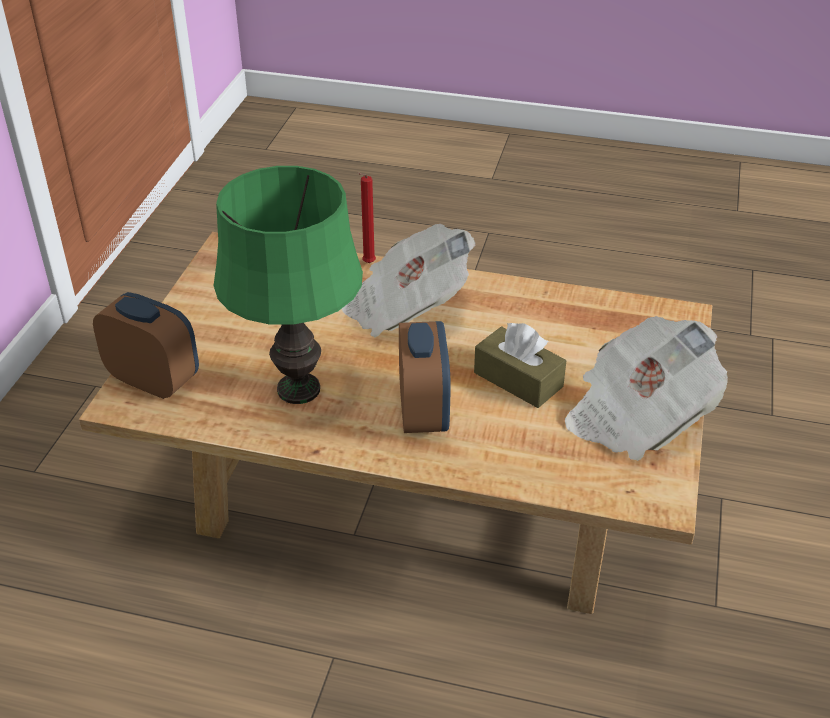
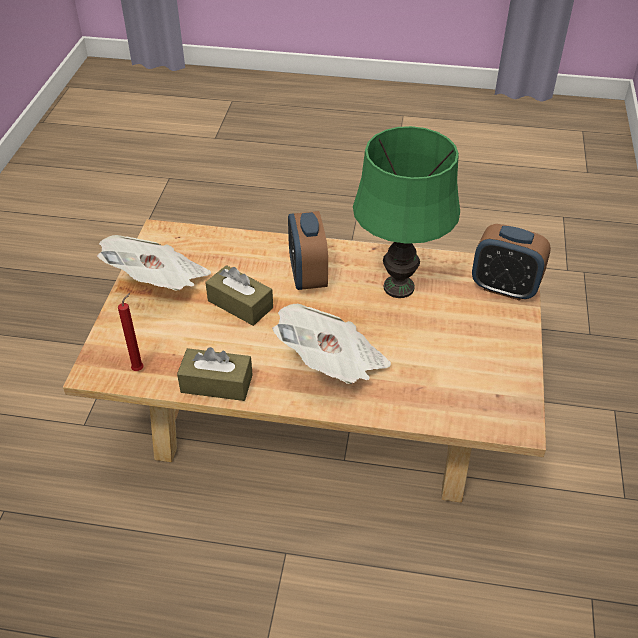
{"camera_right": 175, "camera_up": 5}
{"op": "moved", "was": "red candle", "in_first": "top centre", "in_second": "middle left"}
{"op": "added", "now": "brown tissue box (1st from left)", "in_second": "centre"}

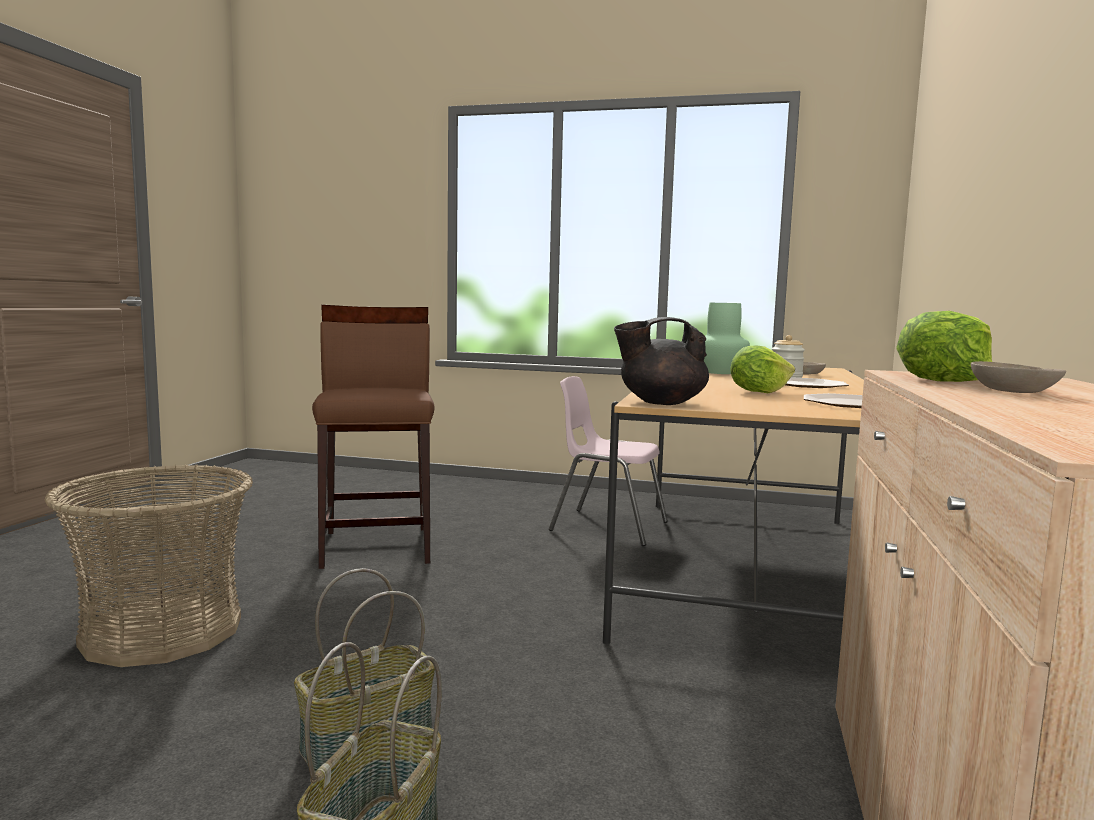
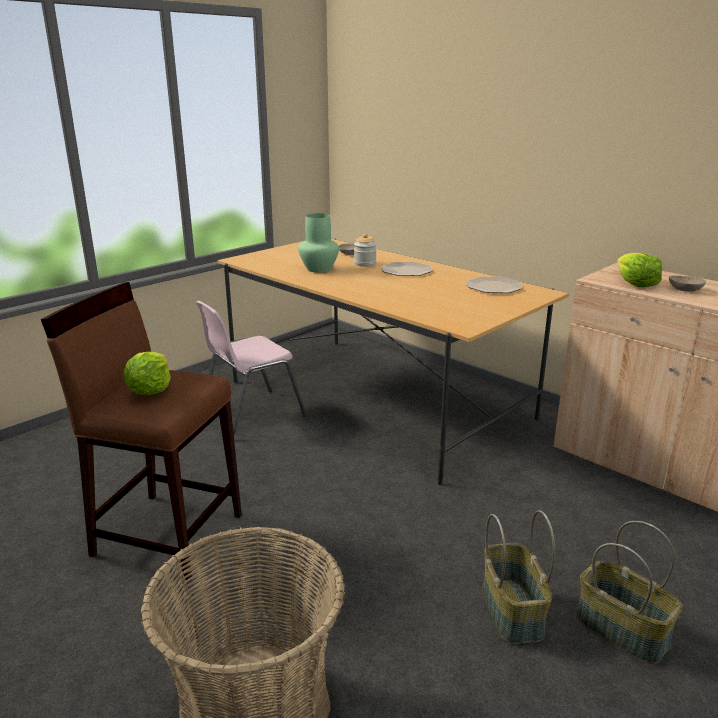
{"camera_right": -60, "camera_up": 15}
{"op": "removed", "was": "black teapot", "in_first": "centre"}
{"op": "moved", "was": "lettuce (1st from left)", "in_first": "middle right", "in_second": "middle left"}

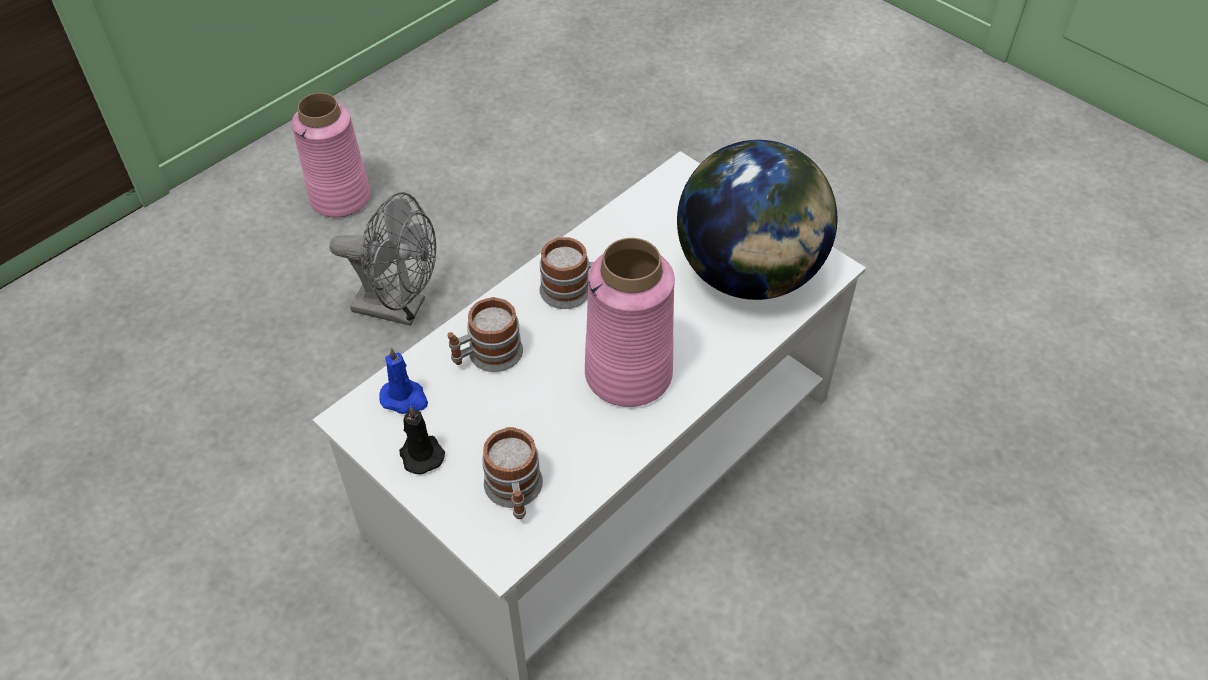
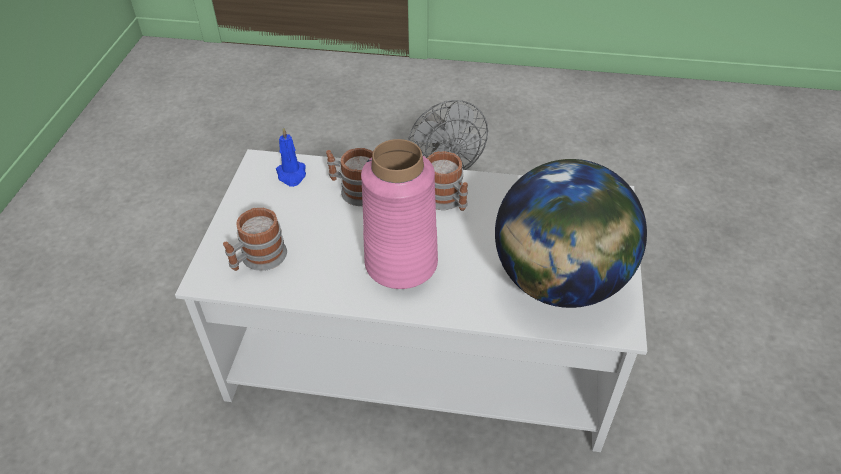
{"camera_right": 55, "camera_up": -5}
{"op": "removed", "was": "pink vase (1st from left)", "in_first": "top left"}
{"op": "removed", "was": "black candle", "in_first": "centre"}

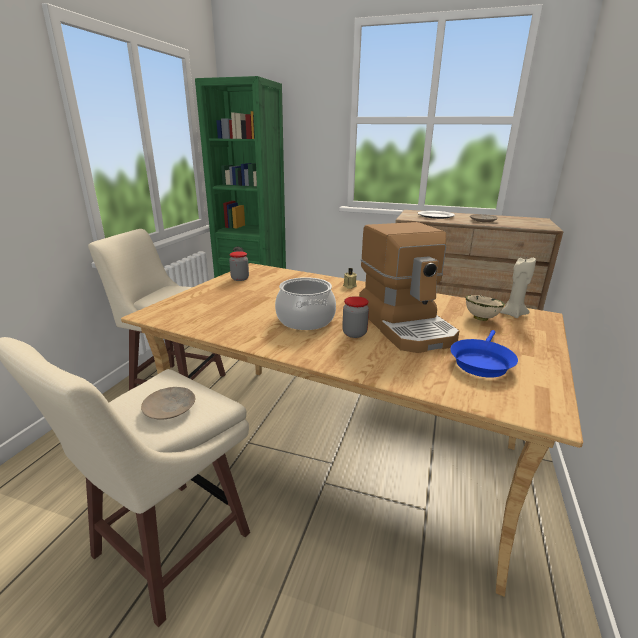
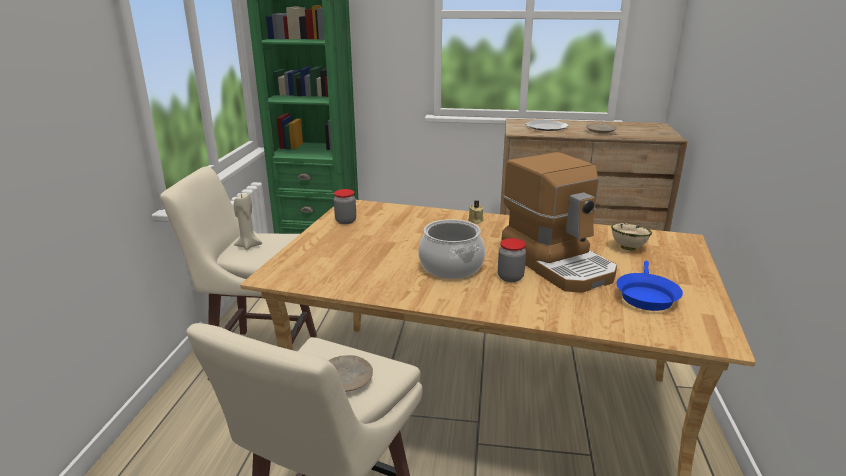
{"camera_right": -10, "camera_up": 0}
{"op": "moved", "was": "beige candle (2nd from left in the first image)", "now": "beige candle (1st from left)", "in_first": "middle right", "in_second": "middle left"}

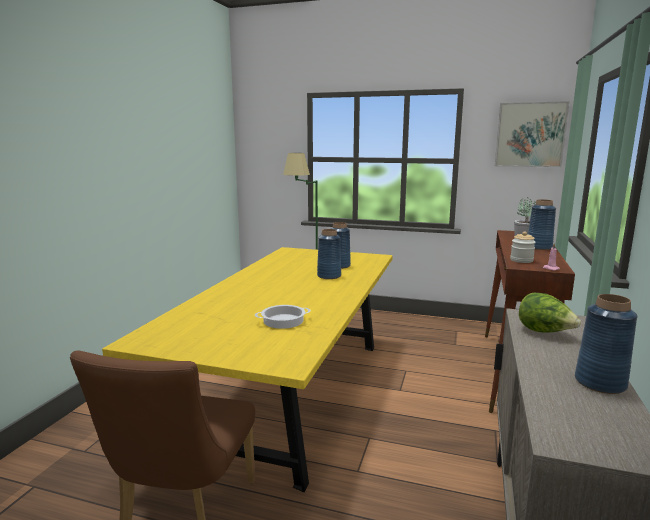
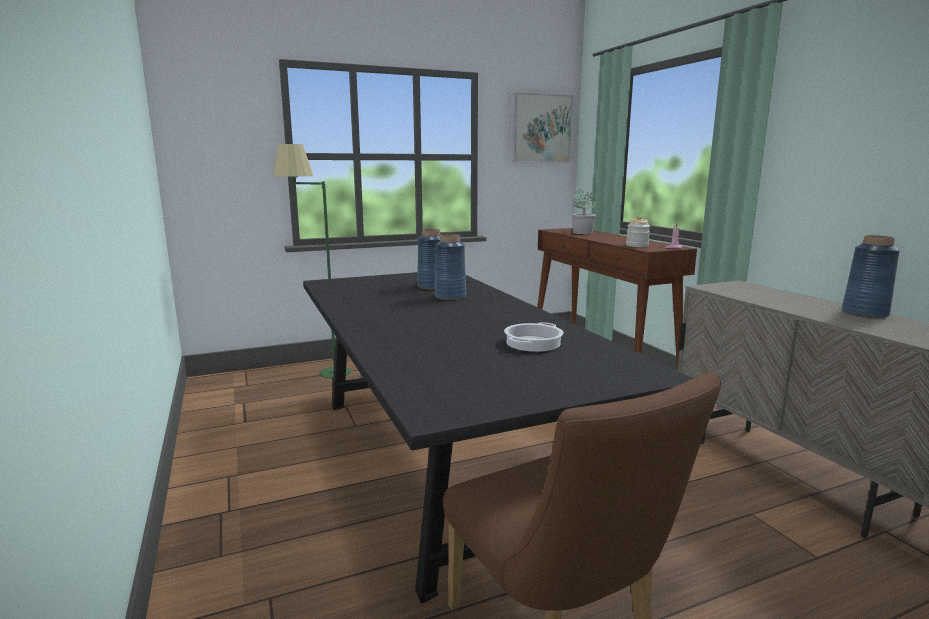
{"camera_right": -40, "camera_up": 0}
{"op": "removed", "was": "blue vase (3rd from left)", "in_first": "middle right"}
{"op": "recoloured", "was": "yellow dining table", "now": "black dining table", "in_first": "bottom centre", "in_second": "bottom centre"}
{"op": "removed", "was": "lettuce", "in_first": "middle right"}

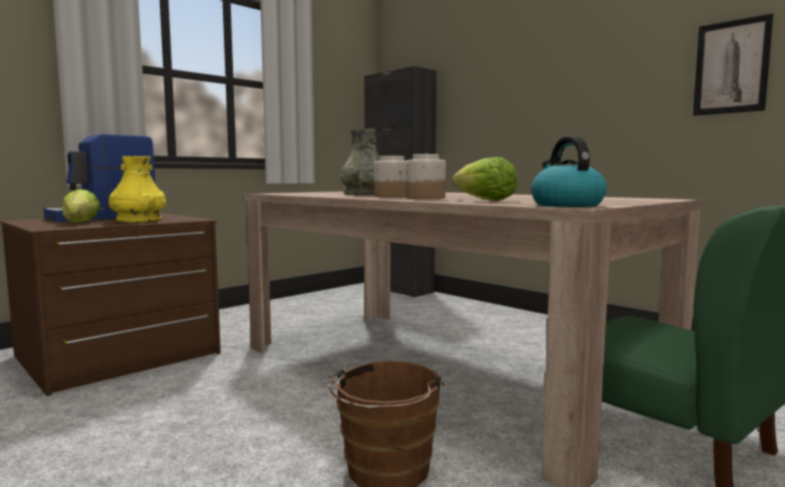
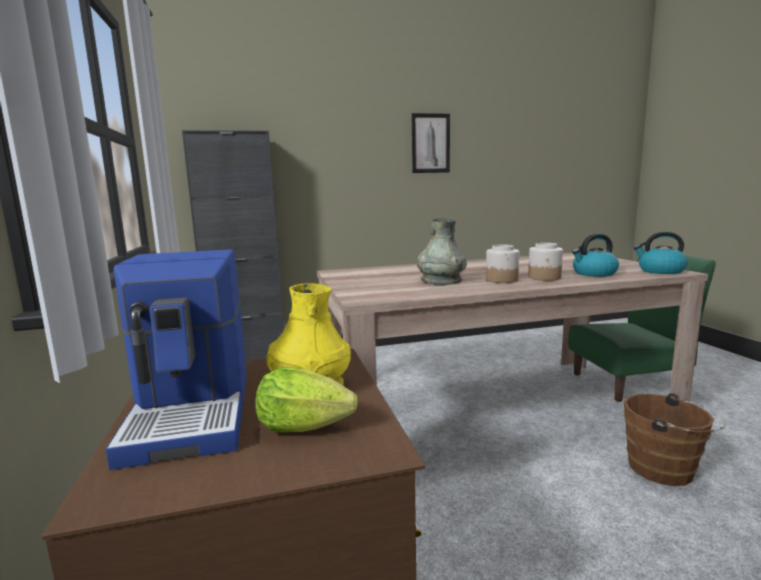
{"camera_right": -60, "camera_up": 5}
{"op": "moved", "was": "picture", "in_first": "top right", "in_second": "top centre"}
{"op": "replaced", "was": "lettuce (2nd from left)", "now": "kettle (1st from left)", "in_first": "centre", "in_second": "middle right"}

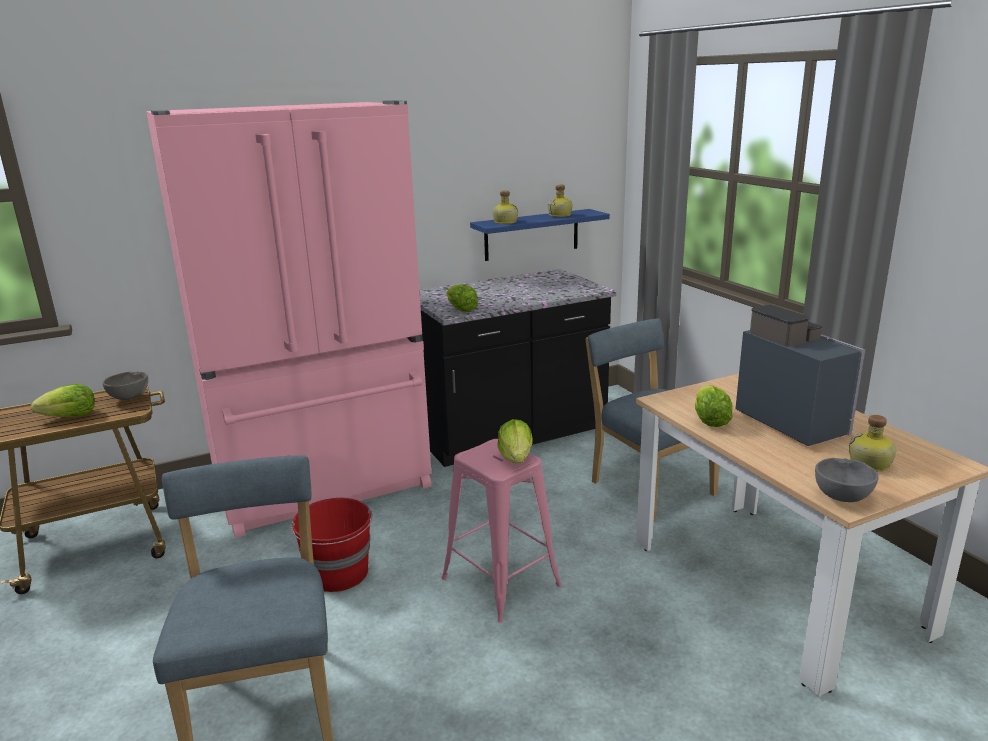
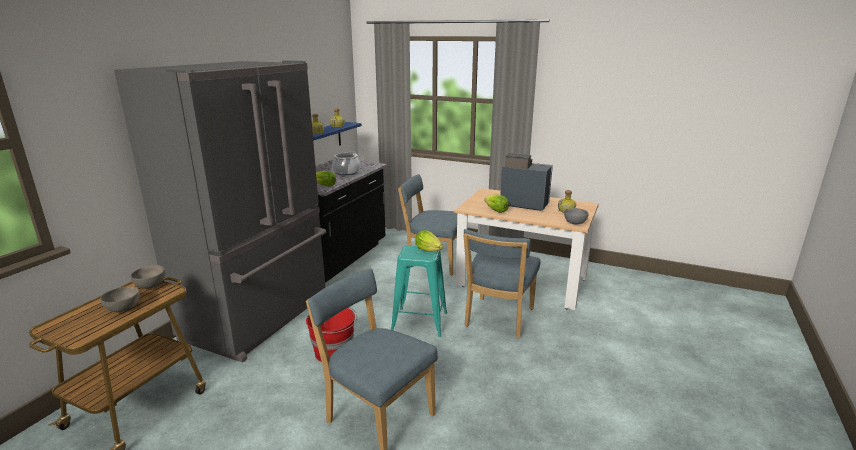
{"camera_right": -40, "camera_up": 0}
{"op": "recoloured", "was": "pink fridge", "now": "grey fridge", "in_first": "middle left", "in_second": "middle left"}
{"op": "replaced", "was": "lettuce (1st from left)", "now": "grey bowl (1st from left)", "in_first": "middle left", "in_second": "middle left"}
{"op": "recoloured", "was": "pink stool", "now": "turquoise stool", "in_first": "bottom centre", "in_second": "centre"}
{"op": "added", "now": "cooking pot", "in_second": "centre"}
{"op": "added", "now": "blue chair (3rd from left)", "in_second": "centre"}

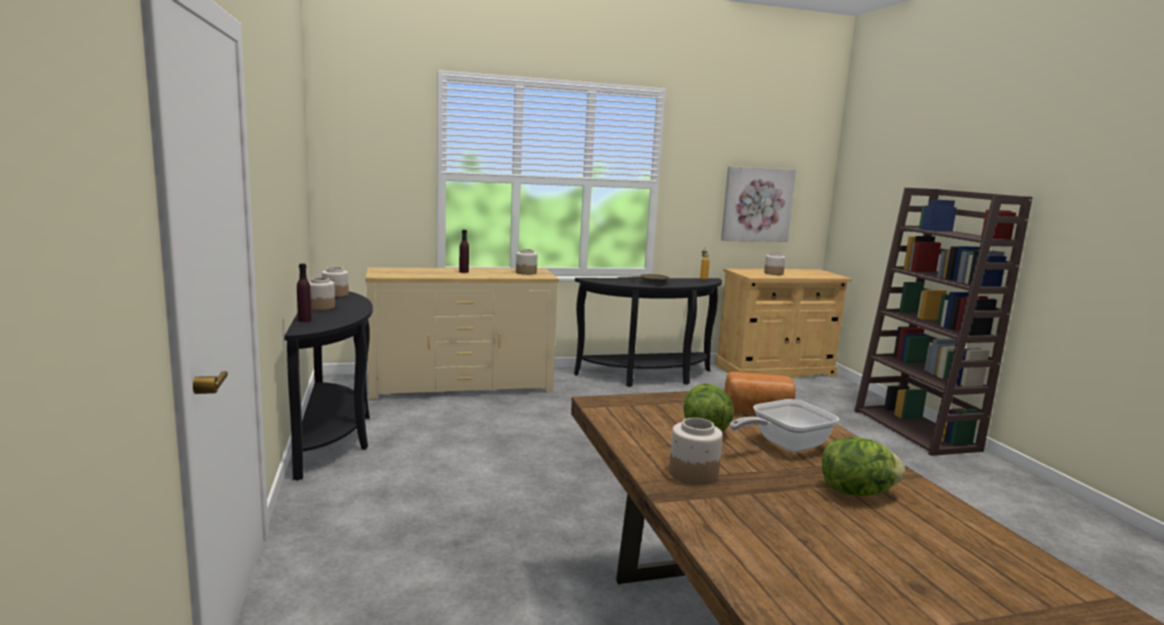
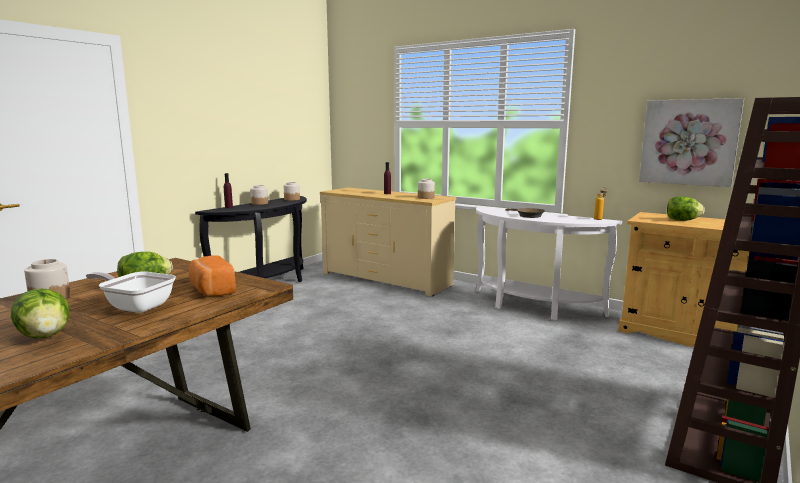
{"camera_right": 50, "camera_up": 0}
{"op": "replaced", "was": "jar (5th from left)", "now": "lettuce (3rd from left)", "in_first": "centre", "in_second": "middle right"}
{"op": "recoloured", "was": "black console table (2nd from left)", "now": "white console table", "in_first": "centre", "in_second": "middle right"}

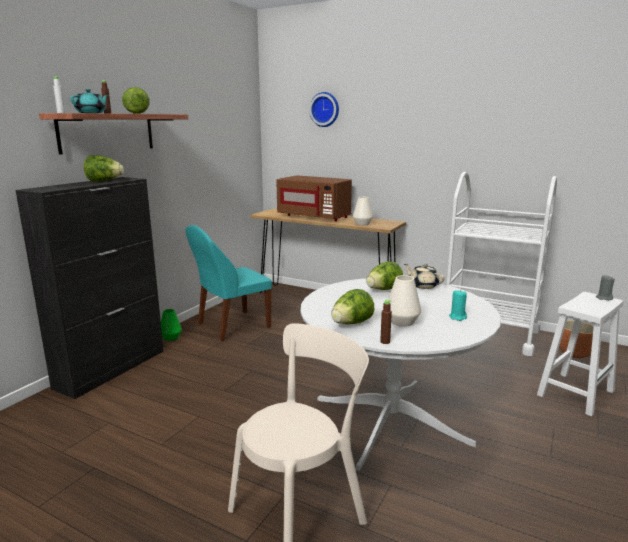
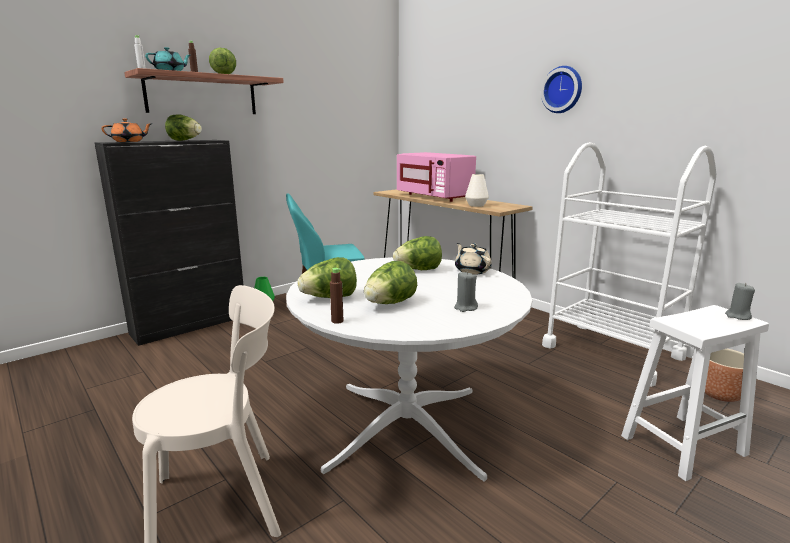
{"camera_right": 20, "camera_up": 0}
{"op": "moved", "was": "wall clock", "in_first": "top centre", "in_second": "top right"}
{"op": "recoloured", "was": "brown microwave", "now": "pink microwave", "in_first": "centre", "in_second": "top centre"}
{"op": "replaced", "was": "white vase (2nd from left)", "now": "lettuce (4th from left)", "in_first": "centre", "in_second": "centre"}
{"op": "recoloured", "was": "turquoise candle", "now": "grey candle (1st from left)", "in_first": "middle right", "in_second": "centre"}
{"op": "added", "now": "orange teapot", "in_second": "top left"}

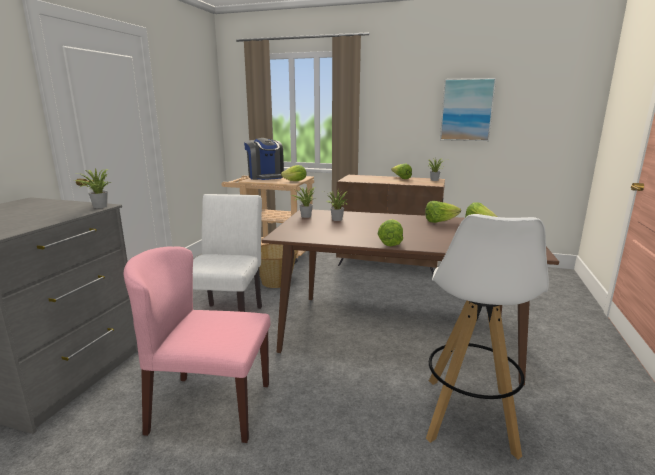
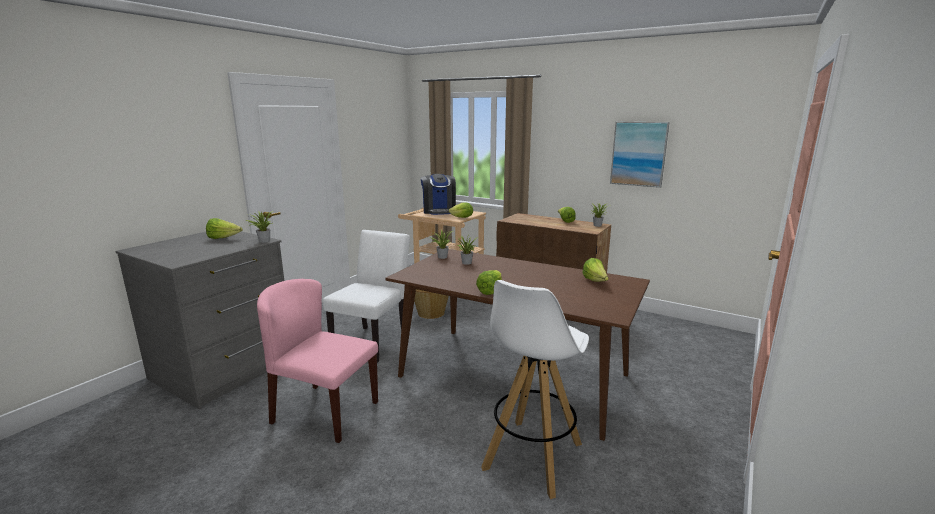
{"camera_right": 15, "camera_up": 0}
{"op": "moved", "was": "lettuce (4th from left in the first image)", "now": "lettuce (1st from left)", "in_first": "middle right", "in_second": "middle left"}

